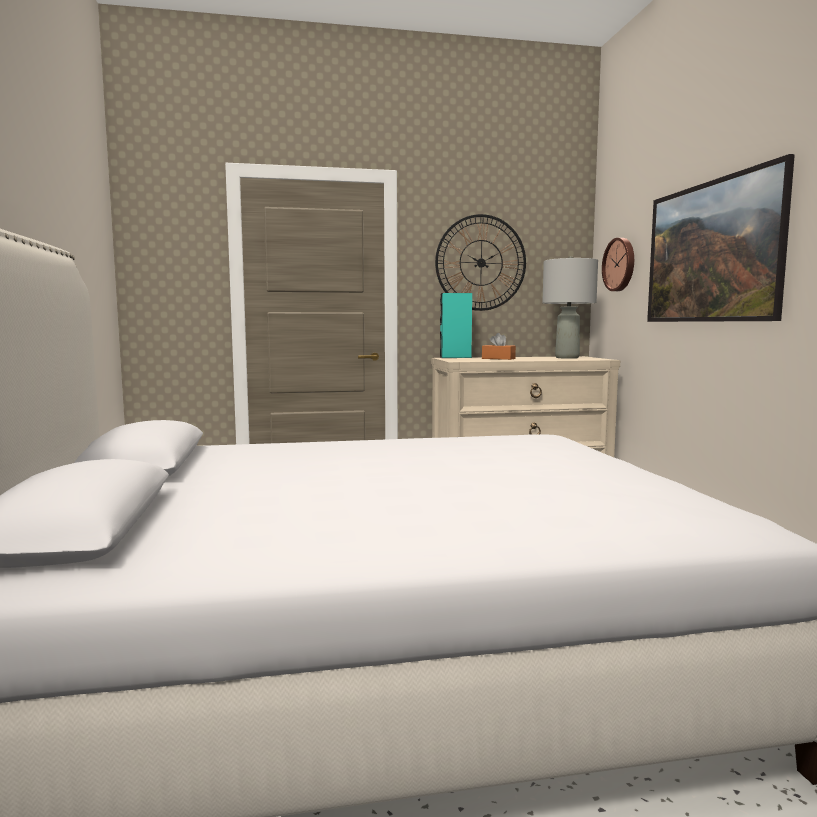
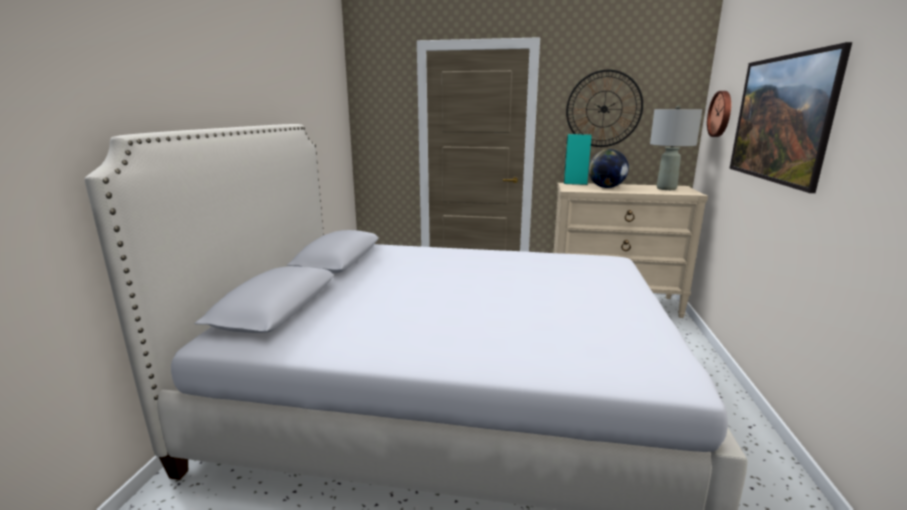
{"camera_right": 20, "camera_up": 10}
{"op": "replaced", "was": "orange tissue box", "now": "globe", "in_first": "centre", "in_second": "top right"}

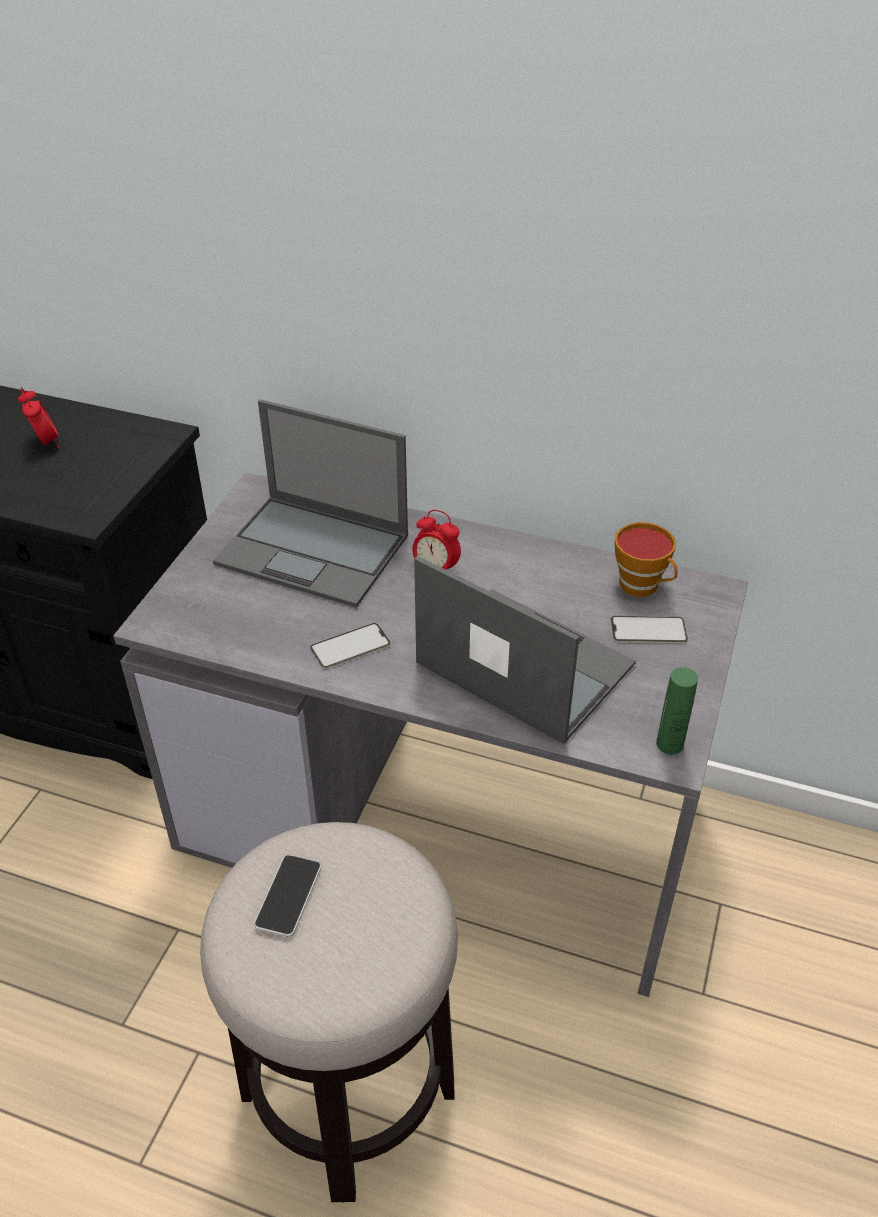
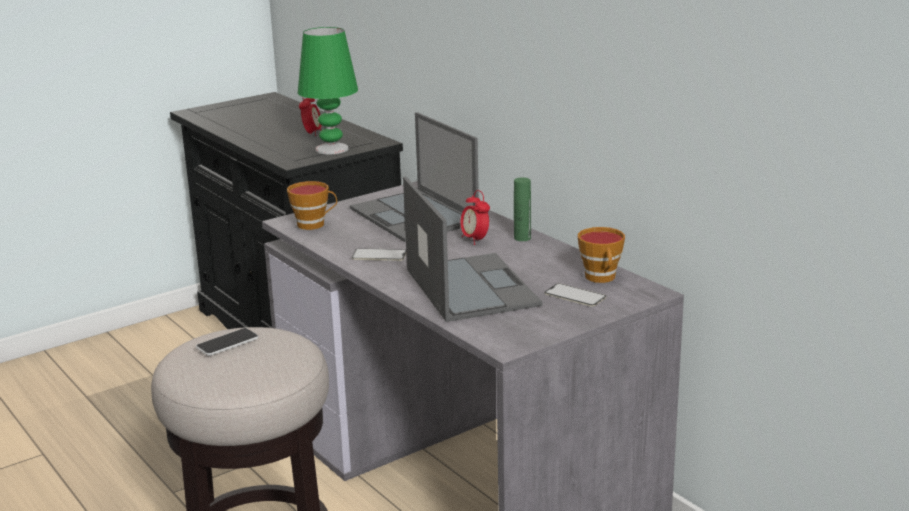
{"camera_right": 35, "camera_up": -20}
{"op": "moved", "was": "green bottle", "in_first": "middle right", "in_second": "centre"}
{"op": "added", "now": "green table lamp", "in_second": "top centre"}
{"op": "added", "now": "cup (1st from left)", "in_second": "centre"}

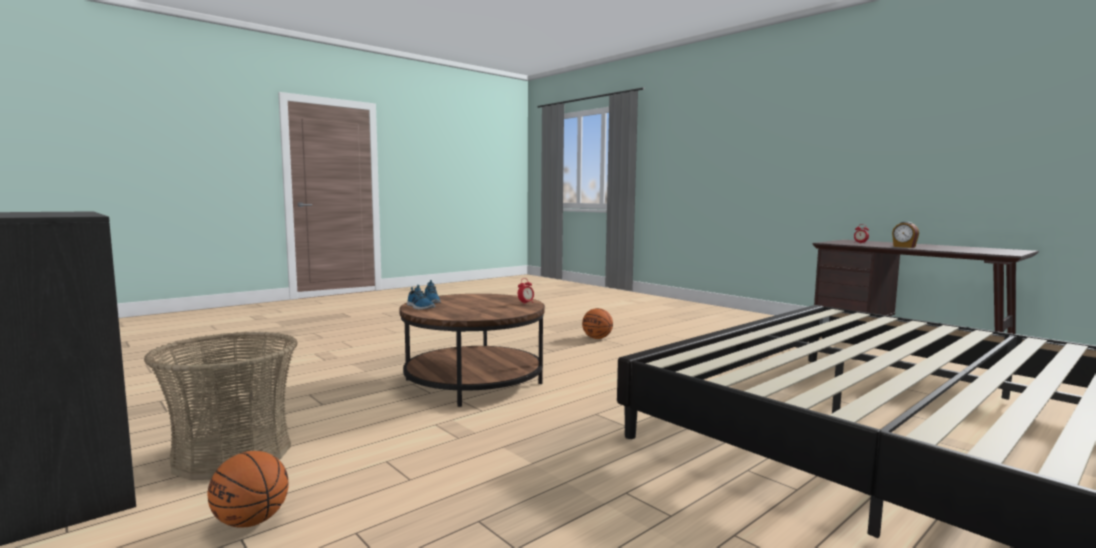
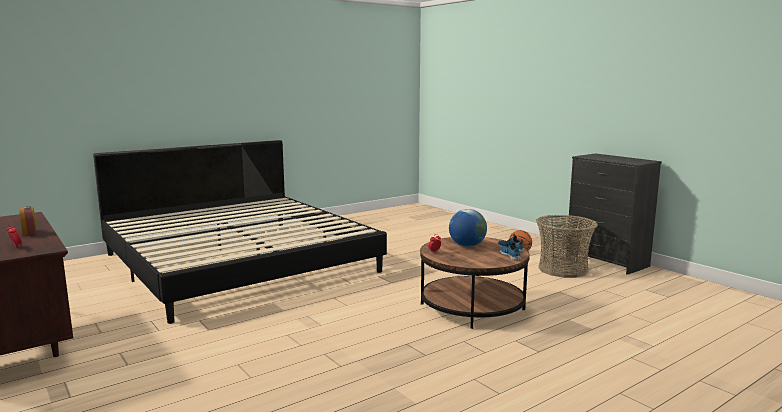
{"camera_right": -175, "camera_up": 5}
{"op": "removed", "was": "basketball (2nd from left)", "in_first": "centre"}
{"op": "added", "now": "globe", "in_second": "centre"}

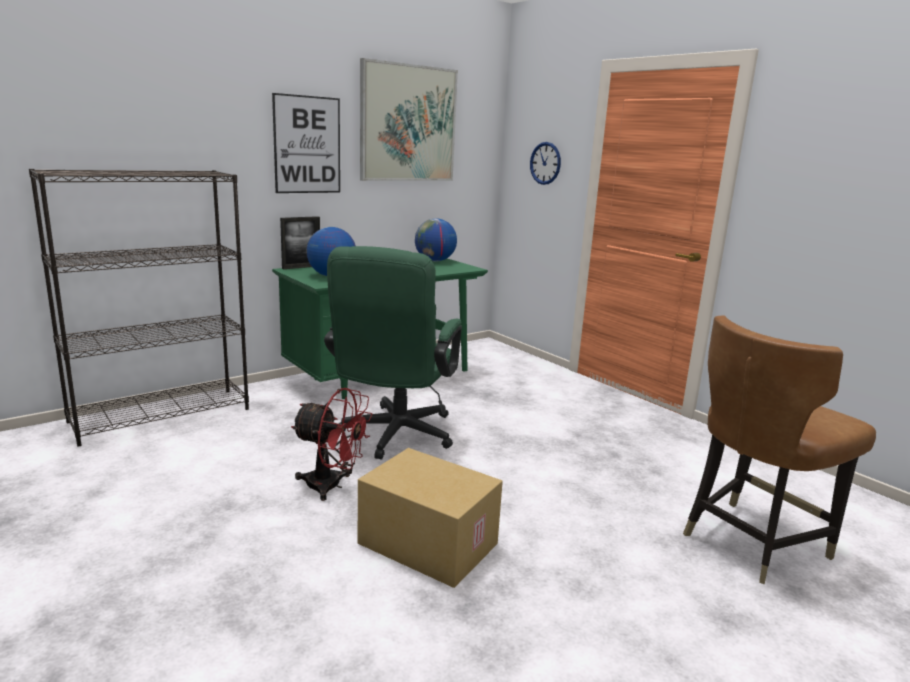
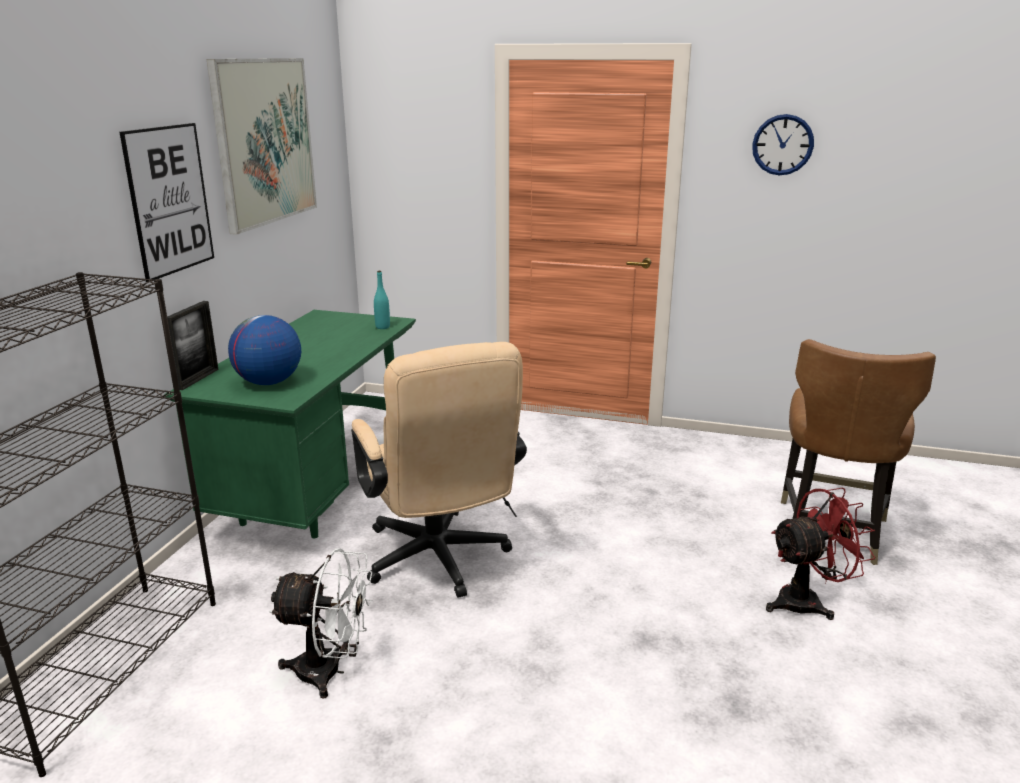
{"camera_right": -35, "camera_up": 5}
{"op": "moved", "was": "wall clock", "in_first": "top centre", "in_second": "top right"}
{"op": "removed", "was": "globe (2nd from left)", "in_first": "centre"}
{"op": "recoloured", "was": "green office chair", "now": "beige office chair", "in_first": "centre", "in_second": "centre"}
{"op": "moved", "was": "red fan", "in_first": "centre", "in_second": "bottom right"}
{"op": "removed", "was": "cardboard box", "in_first": "bottom centre"}
{"op": "added", "now": "turquoise bottle", "in_second": "centre"}
{"op": "added", "now": "white fan", "in_second": "bottom left"}

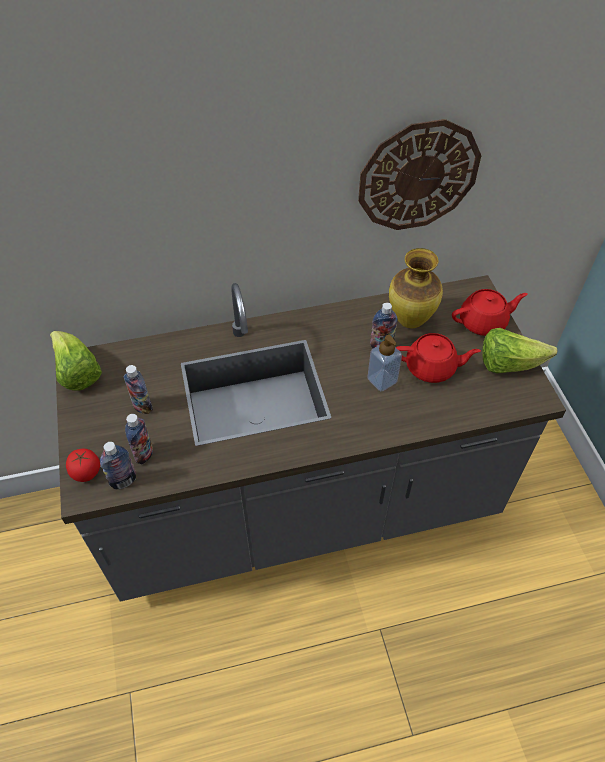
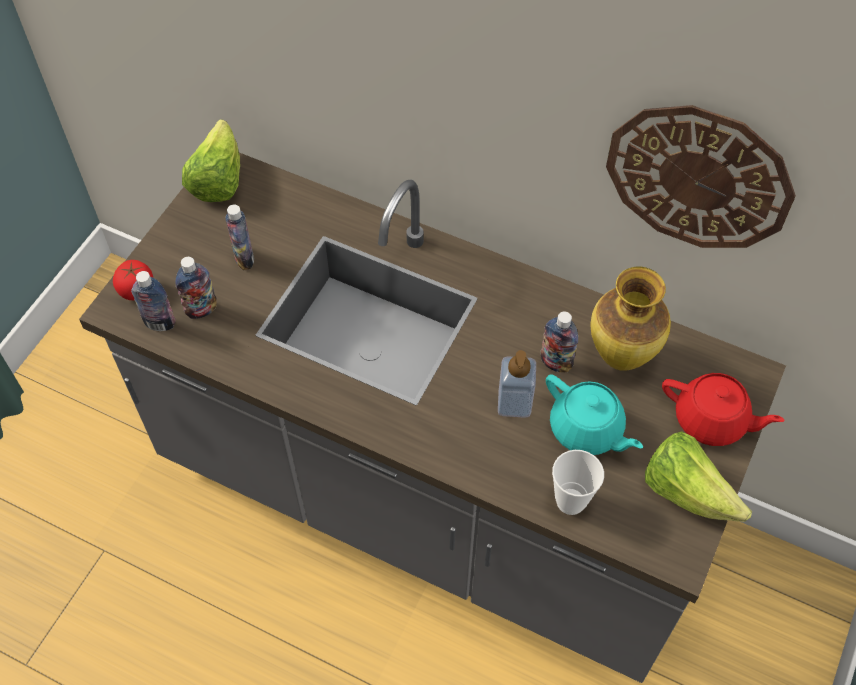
{"camera_right": 40, "camera_up": 5}
{"op": "recoloured", "was": "red teapot (1st from left)", "now": "turquoise teapot", "in_first": "middle right", "in_second": "middle right"}
{"op": "added", "now": "cup", "in_second": "bottom right"}

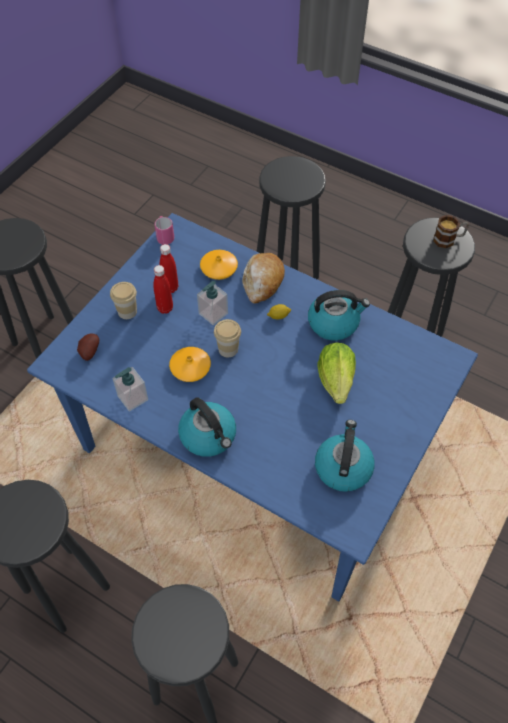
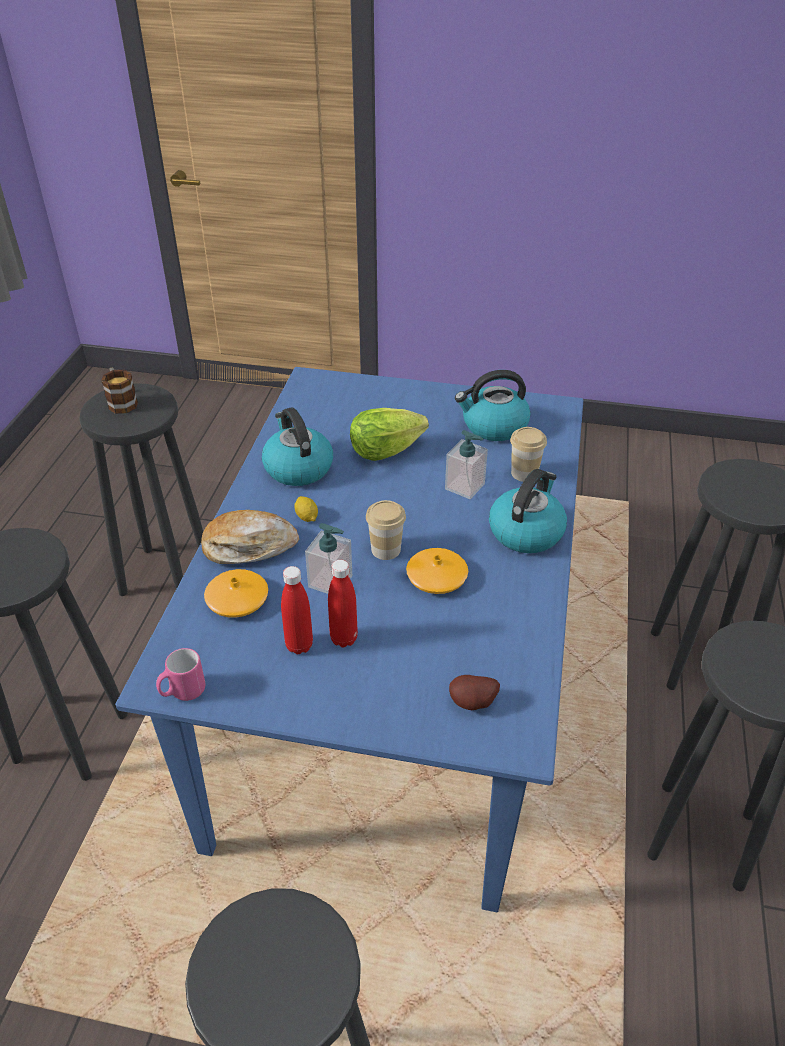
{"camera_right": -110, "camera_up": -15}
{"op": "moved", "was": "cup (1st from left in the first image)", "now": "cup (2nd from left)", "in_first": "middle left", "in_second": "middle right"}
{"op": "moved", "was": "soap dispenser (1st from left in the first image)", "now": "soap dispenser (2nd from left)", "in_first": "middle left", "in_second": "centre"}

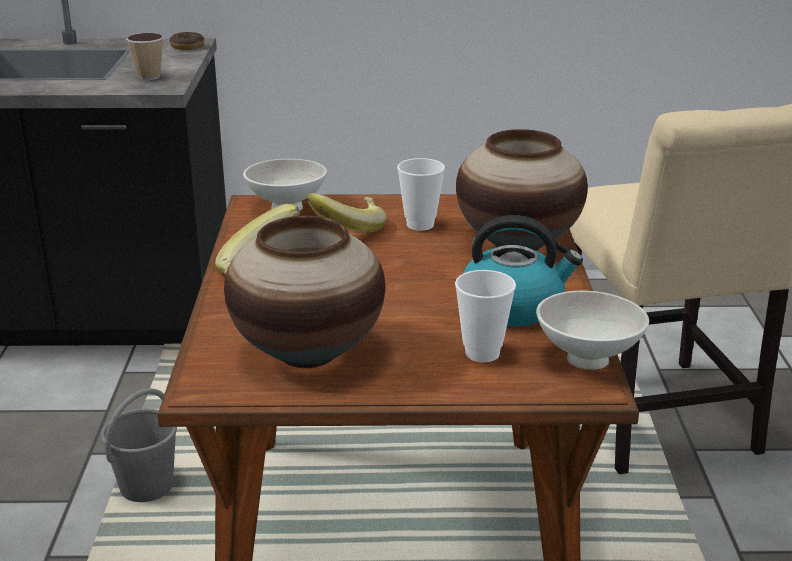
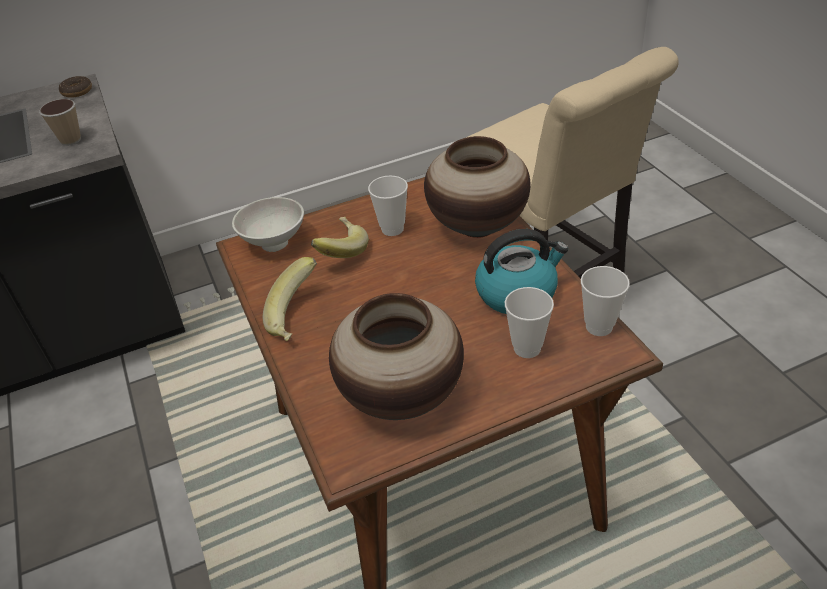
{"camera_right": -20, "camera_up": 15}
{"op": "replaced", "was": "white bowl (2nd from left)", "now": "cup (4th from left)", "in_first": "middle right", "in_second": "middle right"}
{"op": "removed", "was": "grey bucket", "in_first": "bottom left"}

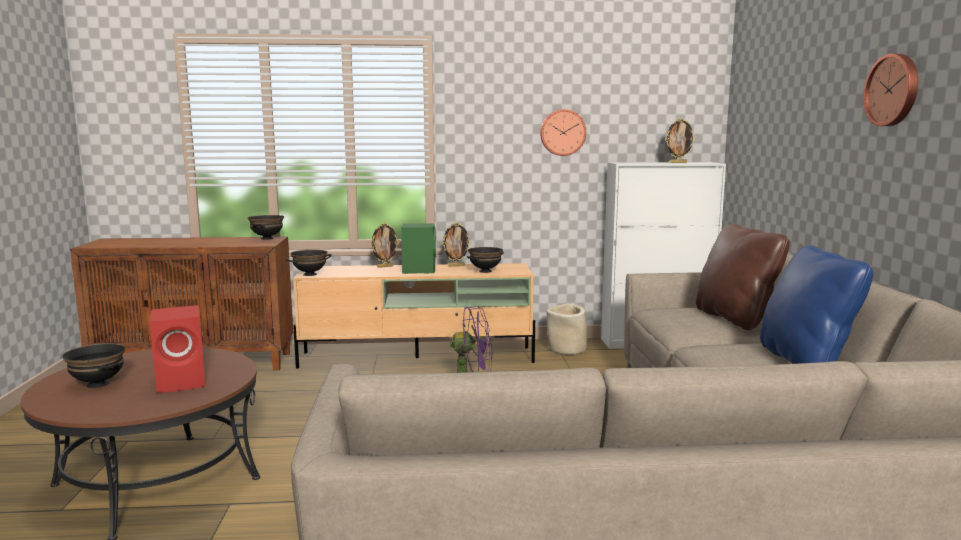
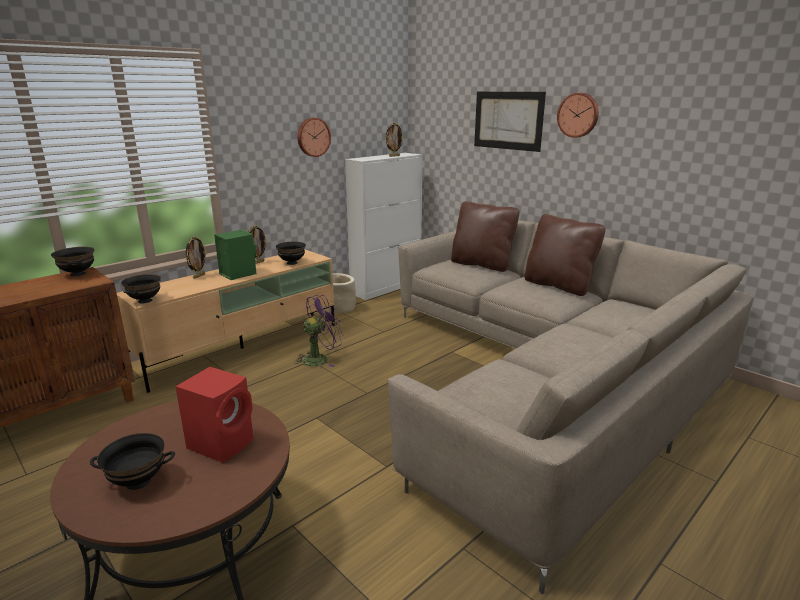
{"camera_right": -40, "camera_up": 10}
{"op": "recoloured", "was": "blue pillow", "now": "brown pillow (2nd from left)", "in_first": "middle right", "in_second": "middle right"}
{"op": "added", "now": "picture", "in_second": "top centre"}

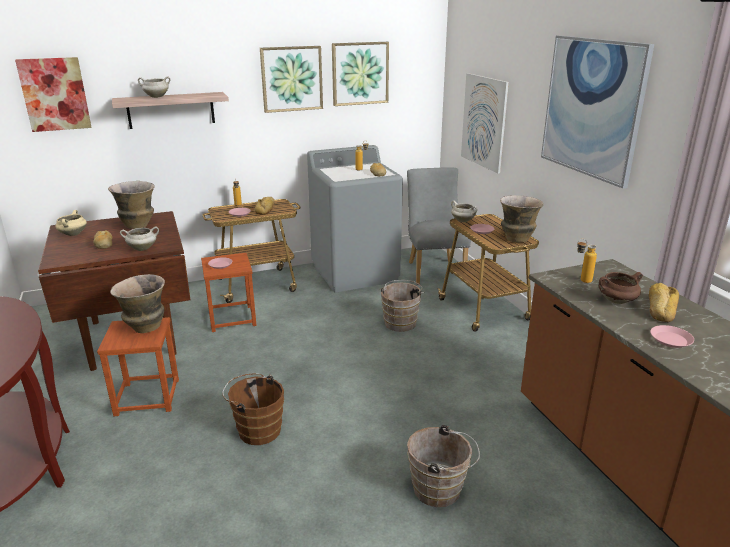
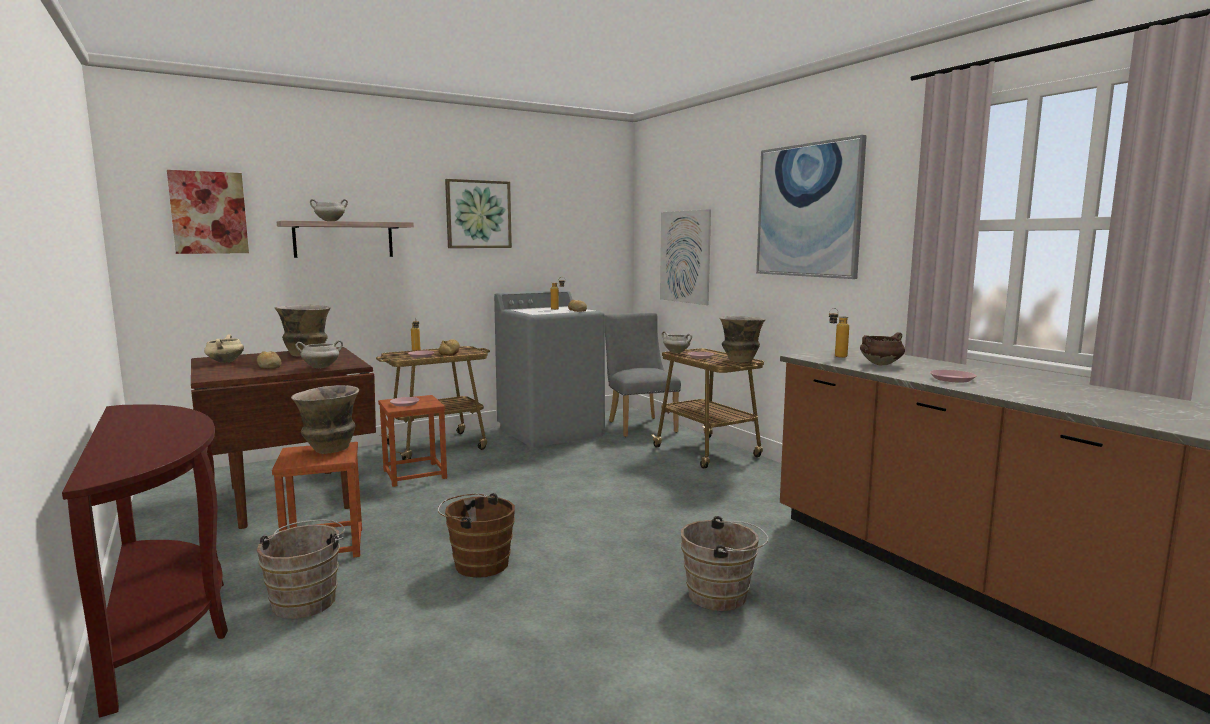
{"camera_right": -10, "camera_up": -15}
{"op": "removed", "was": "picture (3rd from left)", "in_first": "top centre"}
{"op": "moved", "was": "brown bucket (2nd from left in the first image)", "now": "brown bucket (1st from left)", "in_first": "centre", "in_second": "bottom left"}
{"op": "removed", "was": "bread (4th from left)", "in_first": "middle right"}

